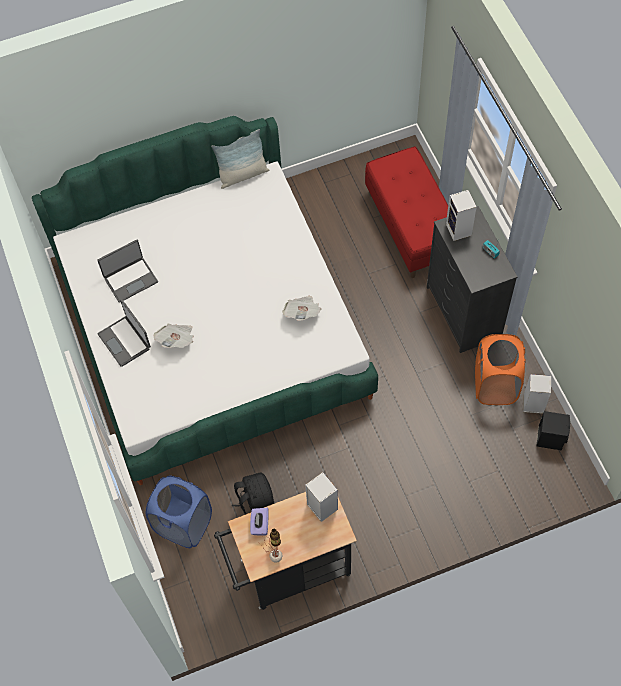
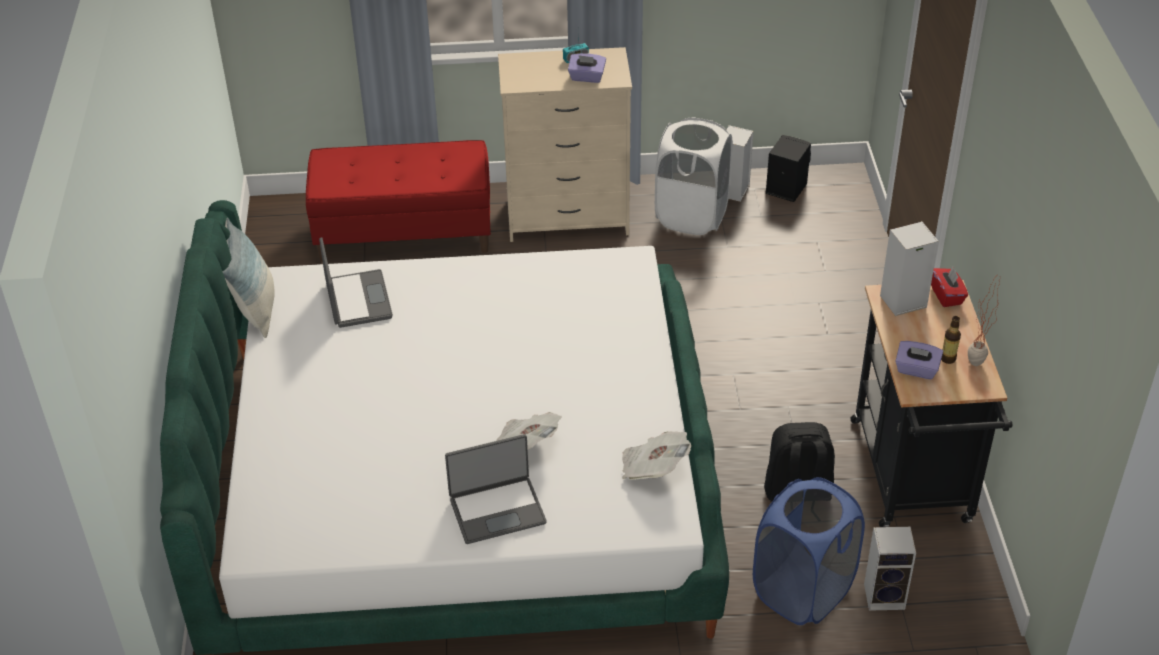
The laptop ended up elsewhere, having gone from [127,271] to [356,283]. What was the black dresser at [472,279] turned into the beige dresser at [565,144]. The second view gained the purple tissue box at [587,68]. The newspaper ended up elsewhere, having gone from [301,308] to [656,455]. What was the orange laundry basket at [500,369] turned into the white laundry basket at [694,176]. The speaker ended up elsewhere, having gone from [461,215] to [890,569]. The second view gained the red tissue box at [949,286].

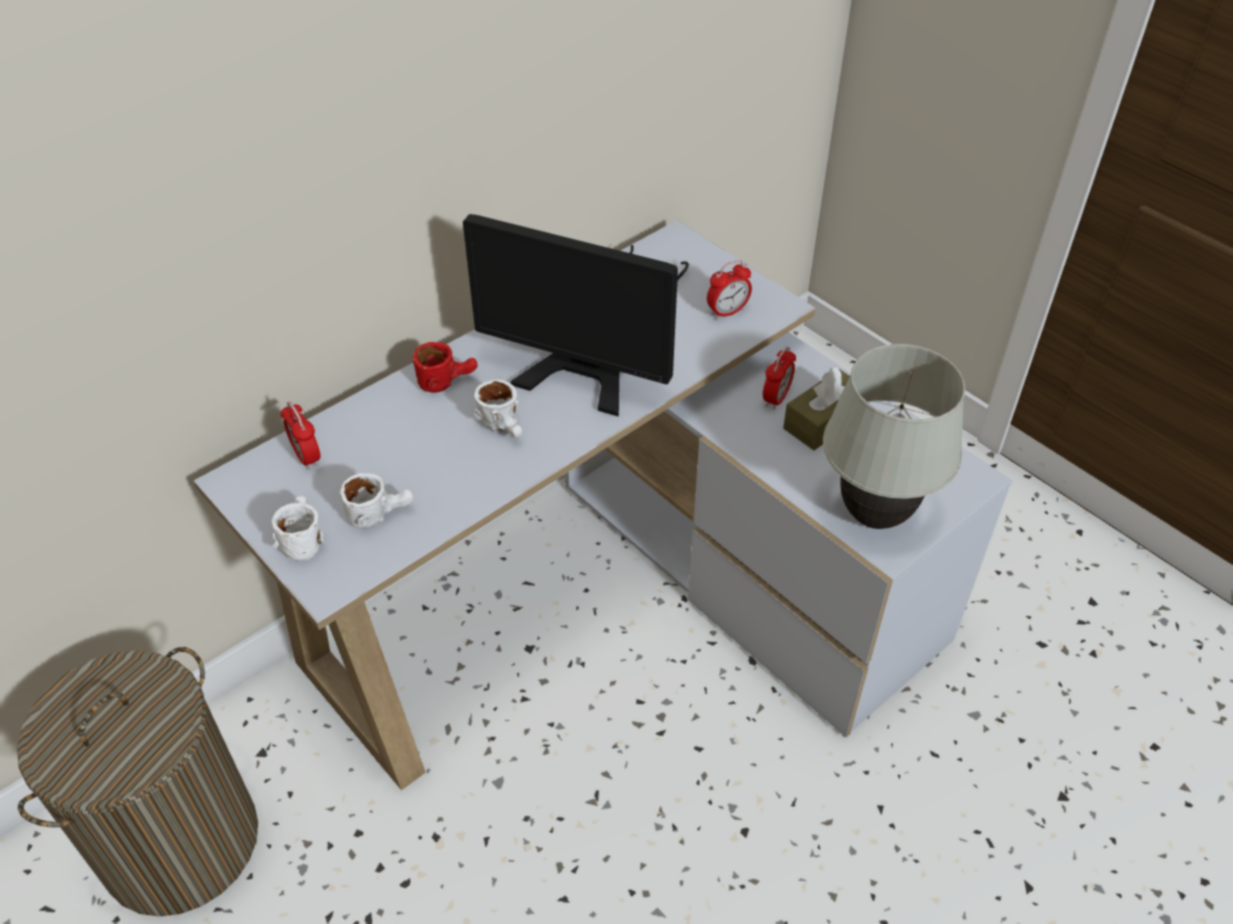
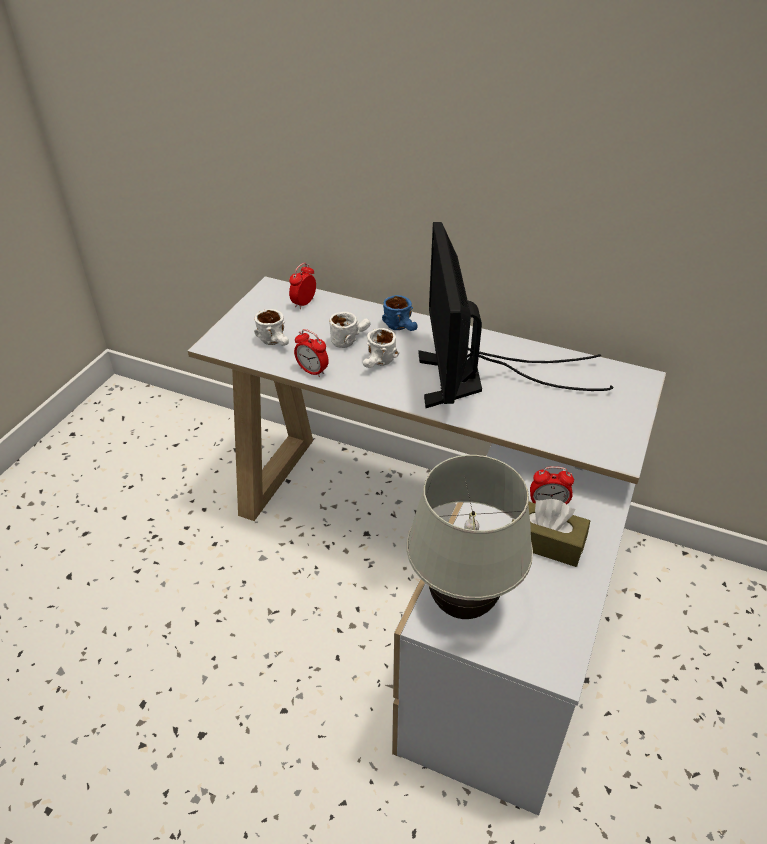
The alarm clock ended up elsewhere, having gone from [729,290] to [311,353]. The white mug ended up elsewhere, having gone from [297,528] to [350,330]. What was the red mug at [445,367] turned into the blue mug at [400,313]. The second view lost the laundry basket at [137,782].

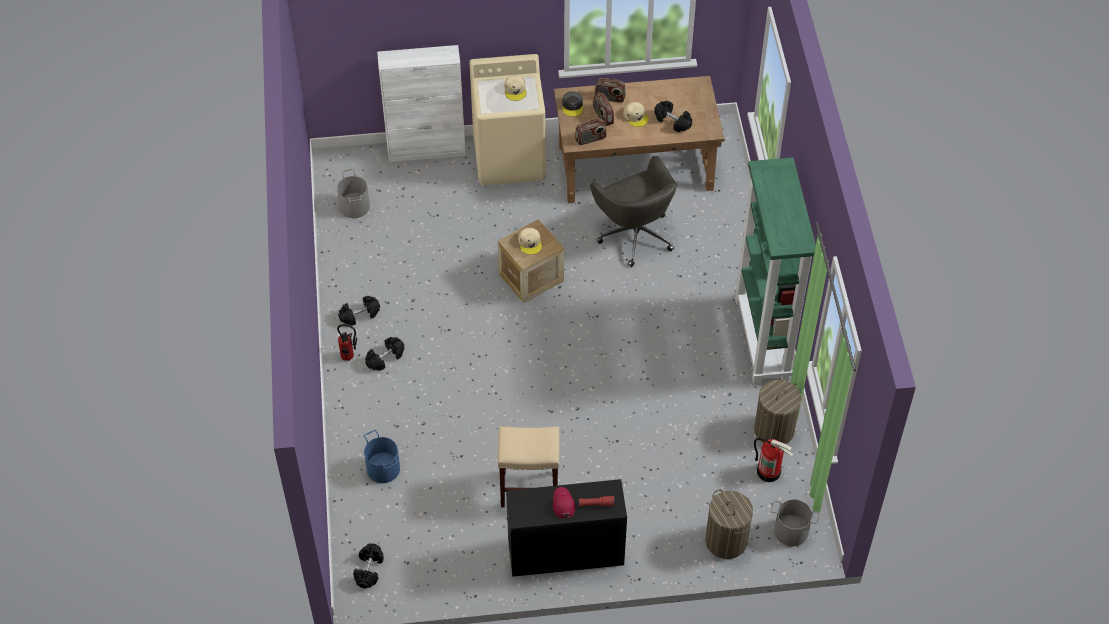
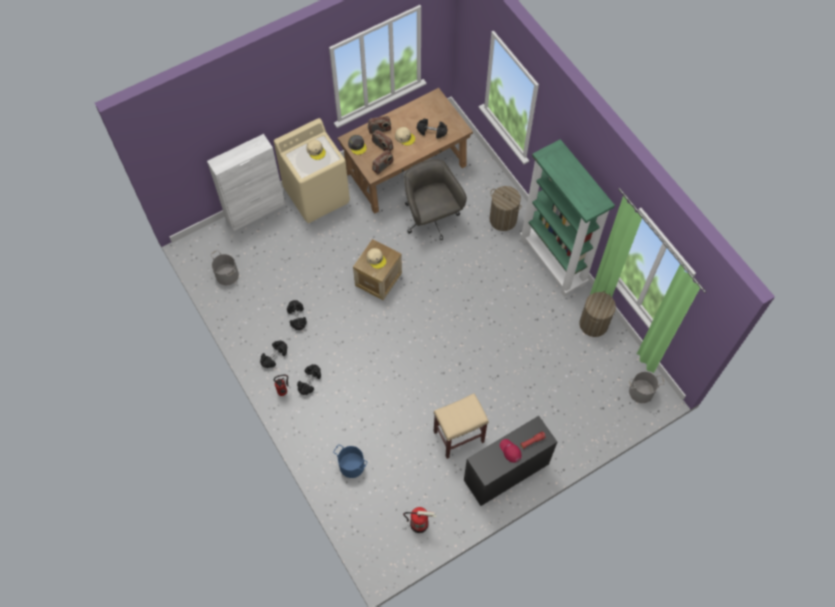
The black dumbbell ended up elsewhere, having gone from [368,565] to [297,315]. The fire extinguisher ended up elsewhere, having gone from [773,460] to [419,520]. The grey office chair at [633,211] ended up facing another way, 150 degrees counterclockwise from before. The laundry basket ended up elsewhere, having gone from [729,524] to [505,208].

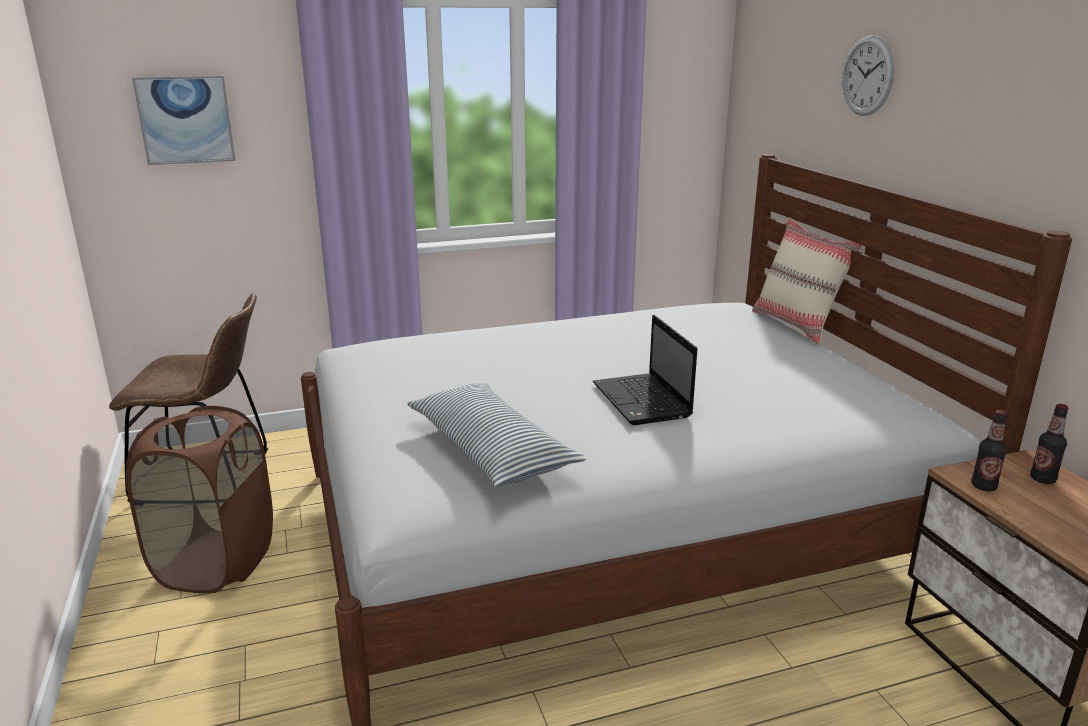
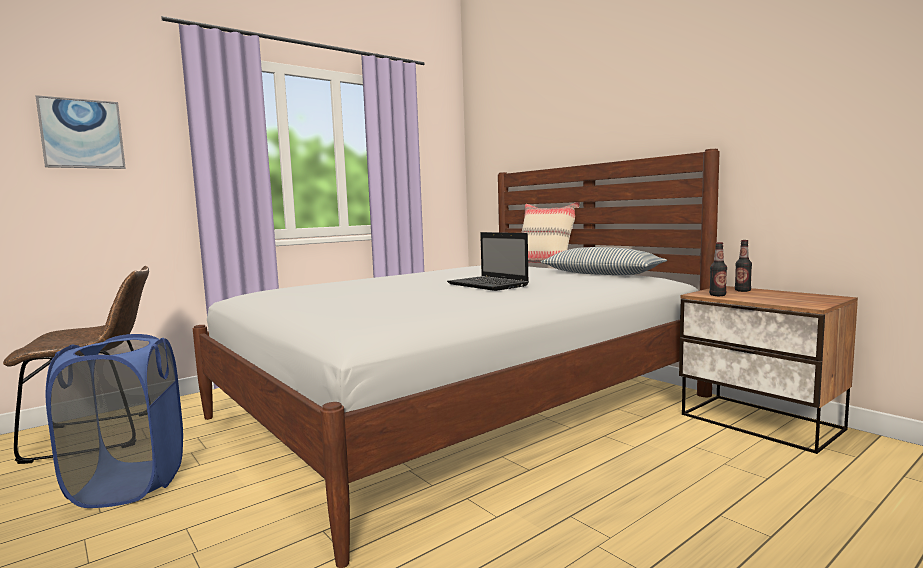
What was the brown laundry basket at [199,499] turned into the blue laundry basket at [114,421]. The pillow ended up elsewhere, having gone from [496,435] to [603,261]. The second view lost the wall clock at [868,75].

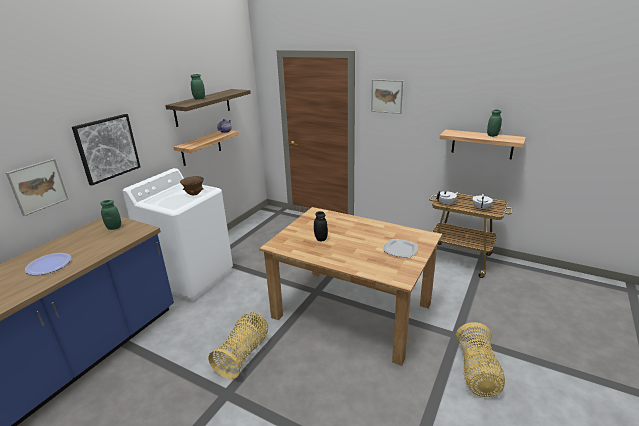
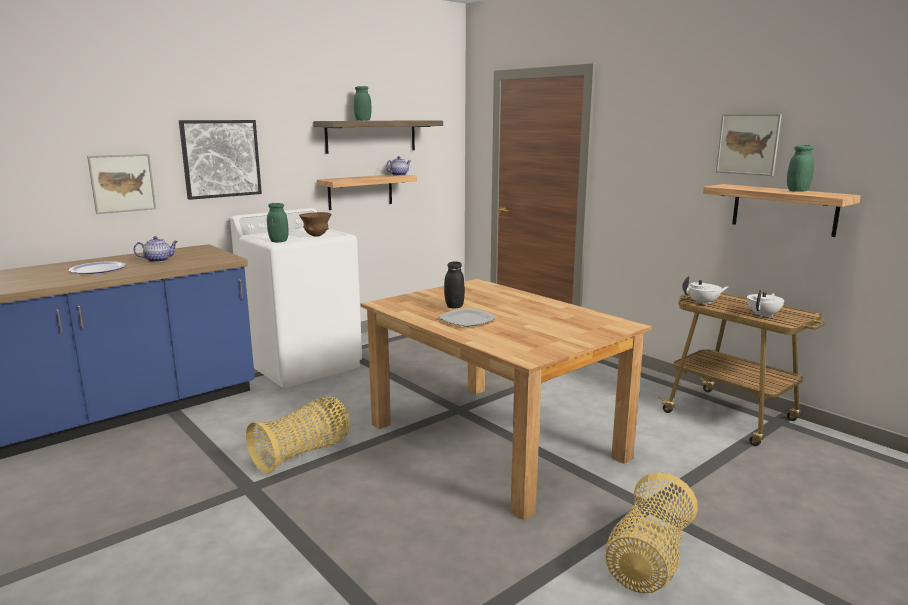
The second view gained the teapot at [156,249]. The green jar ended up elsewhere, having gone from [110,215] to [278,222]. The plate ended up elsewhere, having gone from [400,248] to [468,317]. The picture ended up elsewhere, having gone from [387,96] to [749,145].

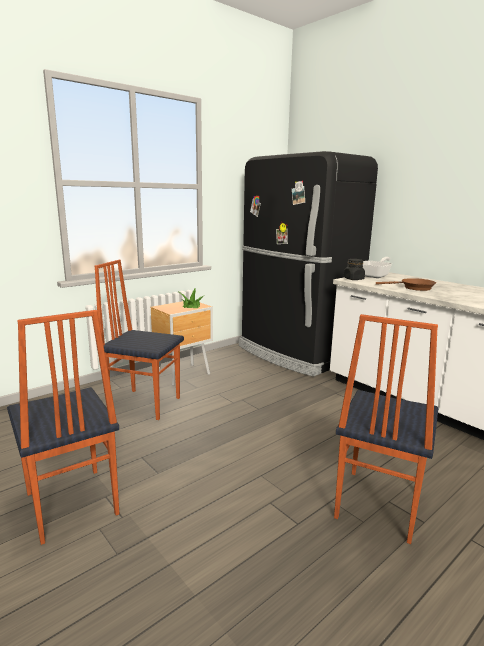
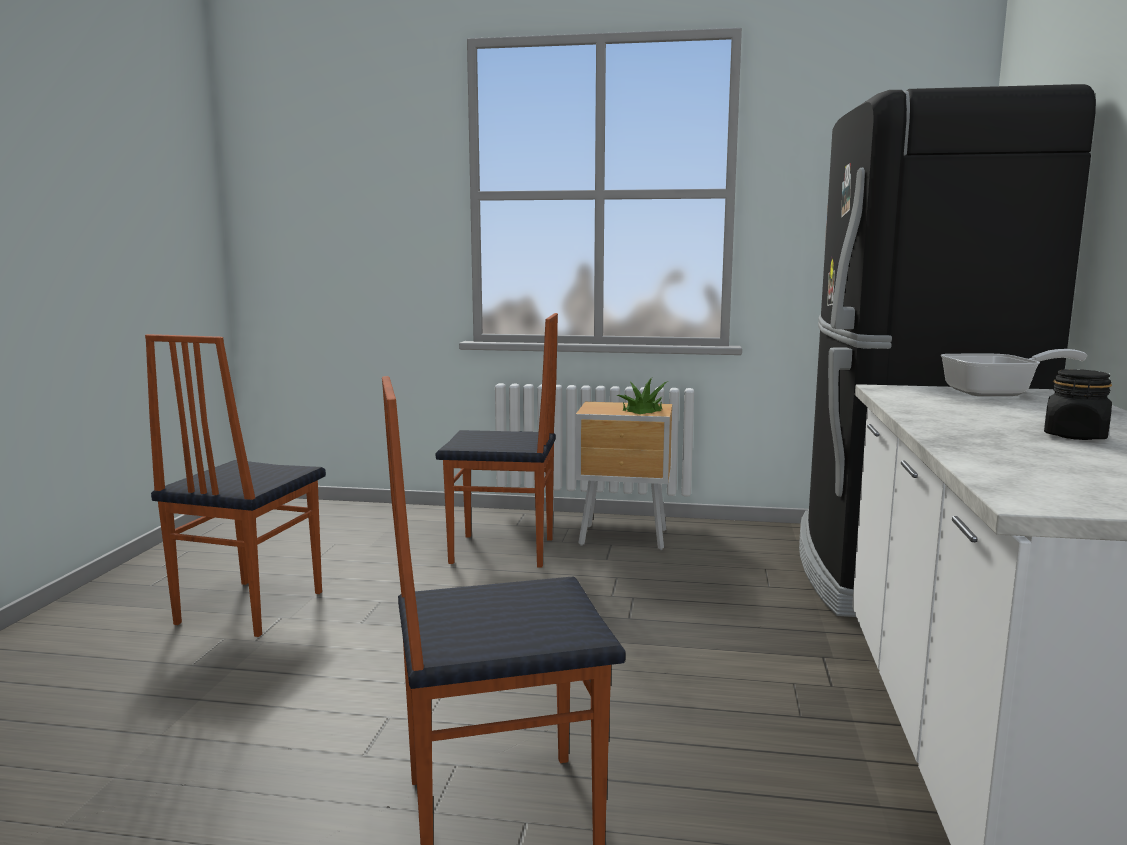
The chair at [139,340] ended up facing another way, 120 degrees clockwise from before. The black jar ended up elsewhere, having gone from [354,269] to [1078,404]. The second view lost the brown frying pan at [406,284].

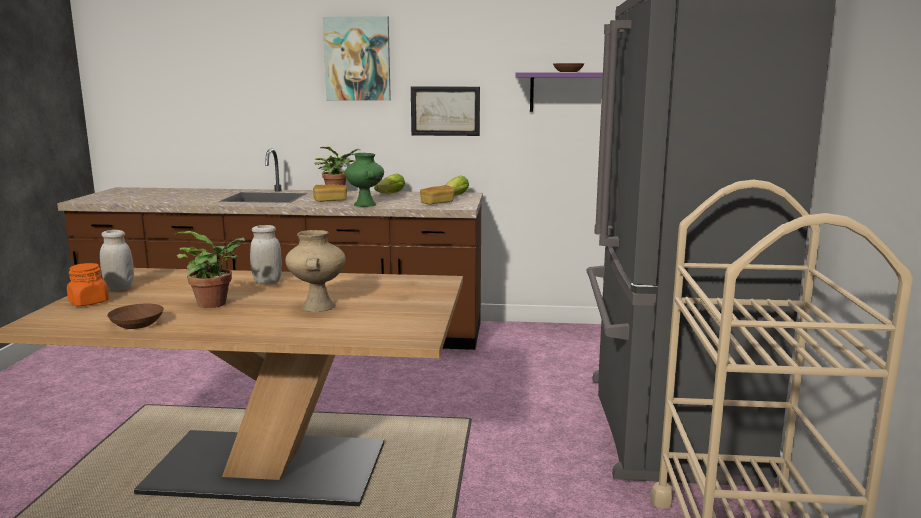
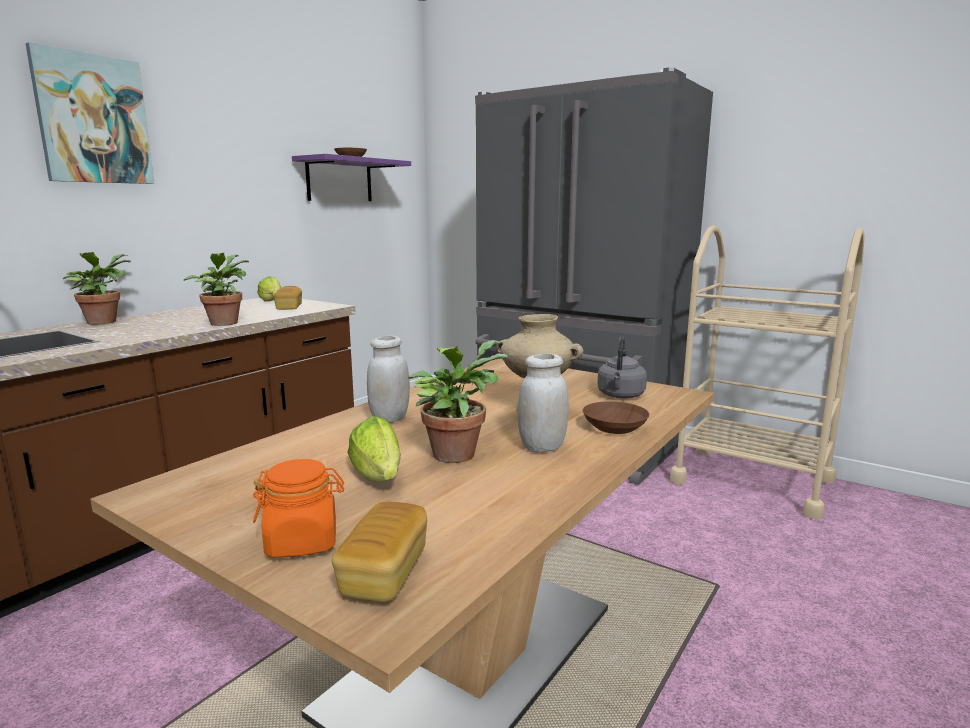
Where the green vase stood at [364,180], the potted plant came to stand at [216,289]. The bread ended up elsewhere, having gone from [330,193] to [379,552]. The lettuce ended up elsewhere, having gone from [389,184] to [374,449]. The white jar ended up elsewhere, having gone from [117,260] to [543,402]. The brown bowl ended up elsewhere, having gone from [135,316] to [616,417]. The second view gained the grey kettle at [622,367]. The second view lost the picture at [445,111].

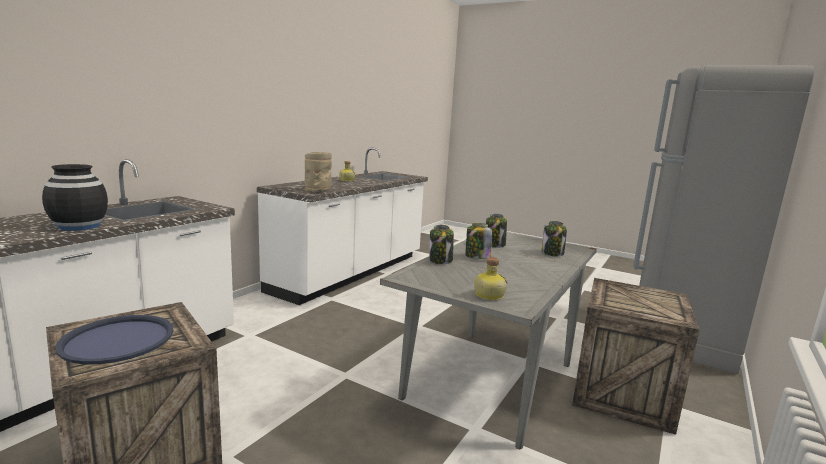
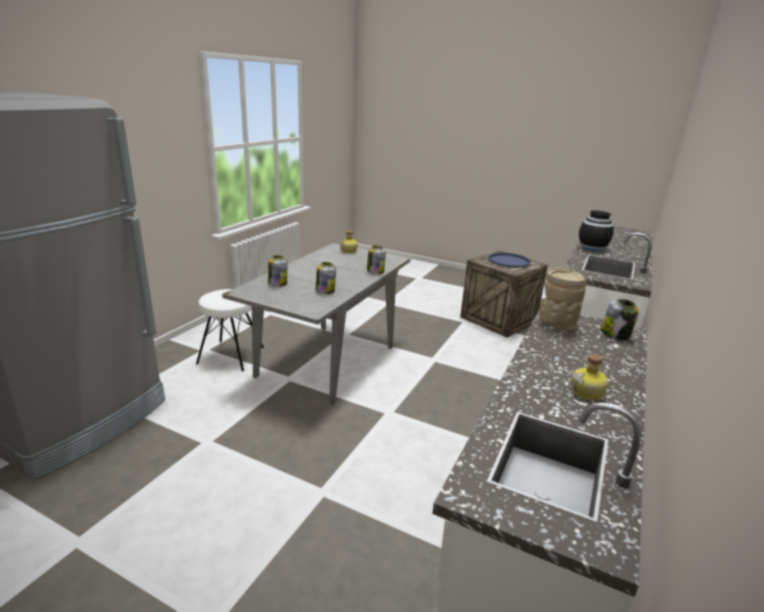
Where the crate stood at [636,356], the white stool came to stand at [230,330]. The jar ended up elsewhere, having gone from [478,241] to [620,319].

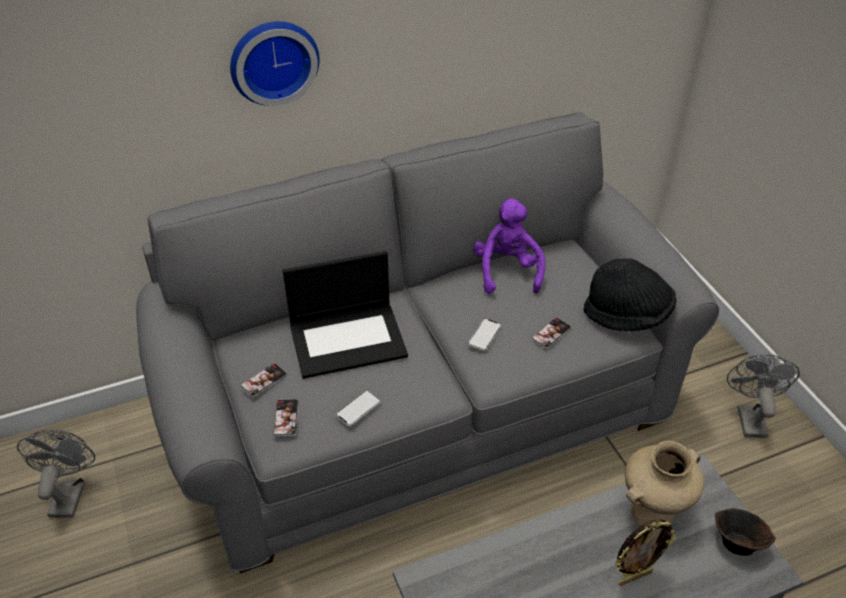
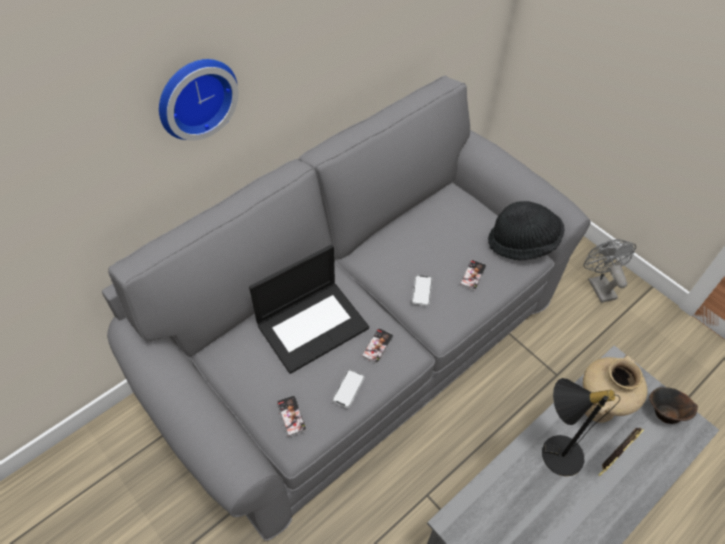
The phone ended up elsewhere, having gone from [264,380] to [378,346]. The second view gained the black table lamp at [581,427]. The second view lost the grey fan at [56,473]. The second view lost the purple plush toy at [509,246].

